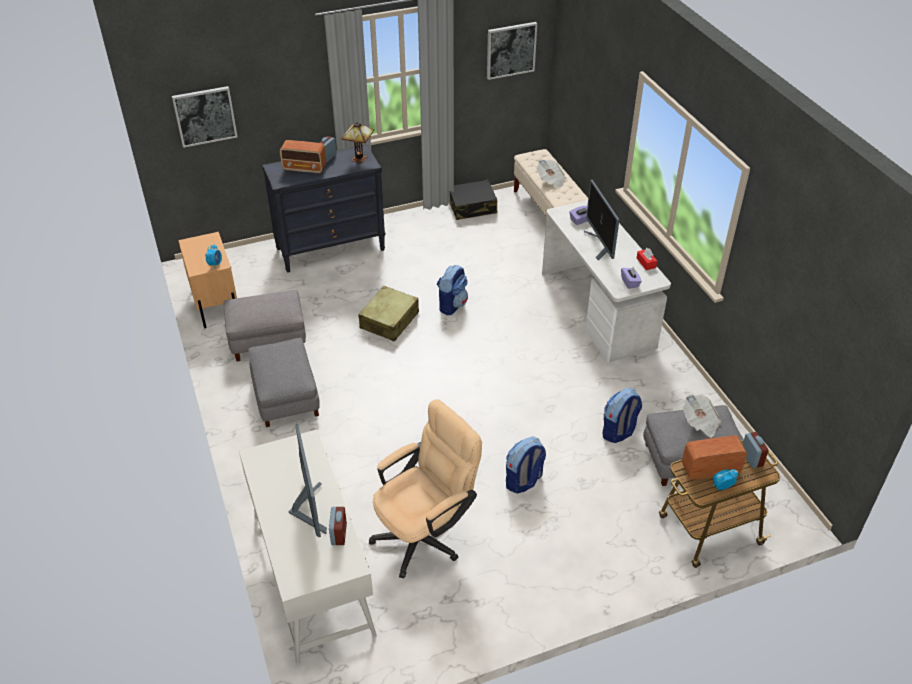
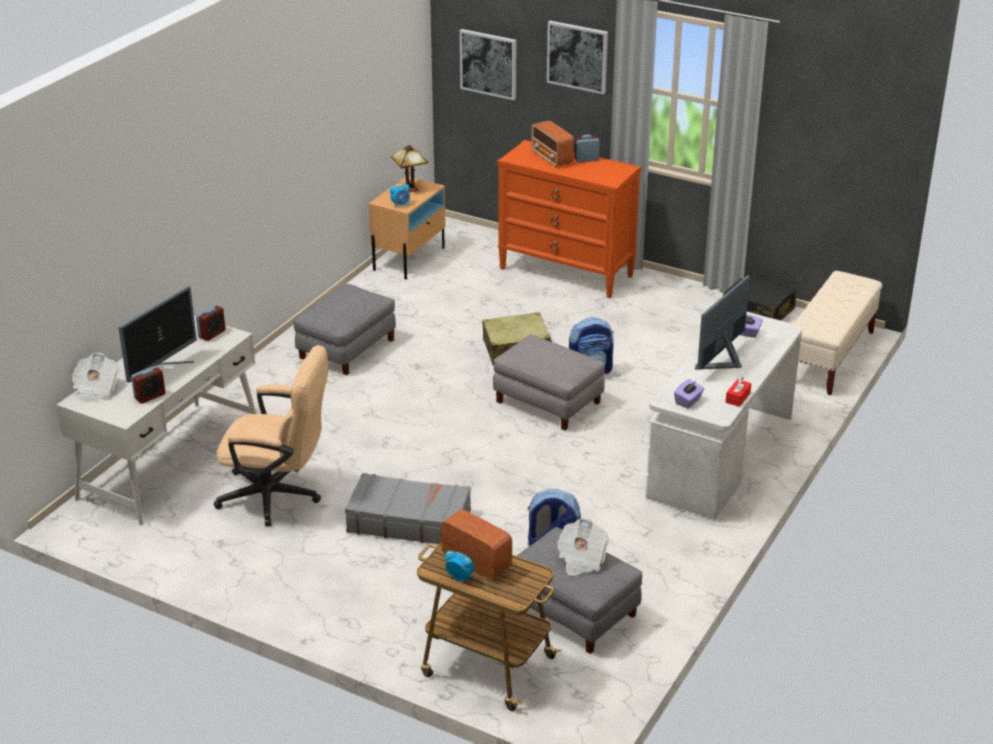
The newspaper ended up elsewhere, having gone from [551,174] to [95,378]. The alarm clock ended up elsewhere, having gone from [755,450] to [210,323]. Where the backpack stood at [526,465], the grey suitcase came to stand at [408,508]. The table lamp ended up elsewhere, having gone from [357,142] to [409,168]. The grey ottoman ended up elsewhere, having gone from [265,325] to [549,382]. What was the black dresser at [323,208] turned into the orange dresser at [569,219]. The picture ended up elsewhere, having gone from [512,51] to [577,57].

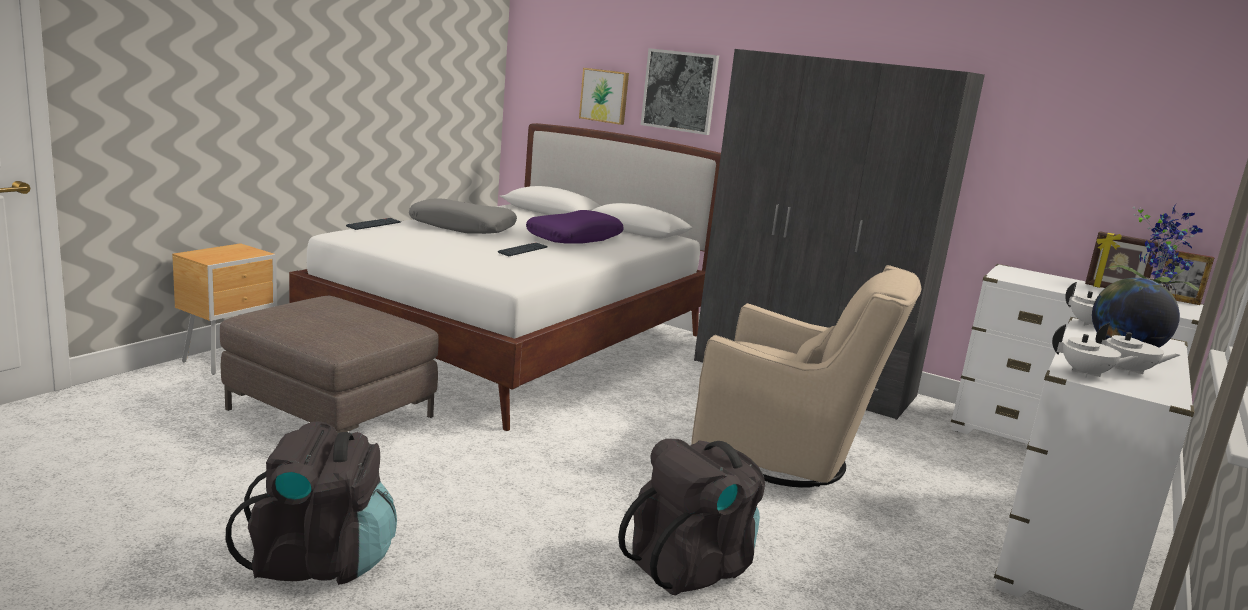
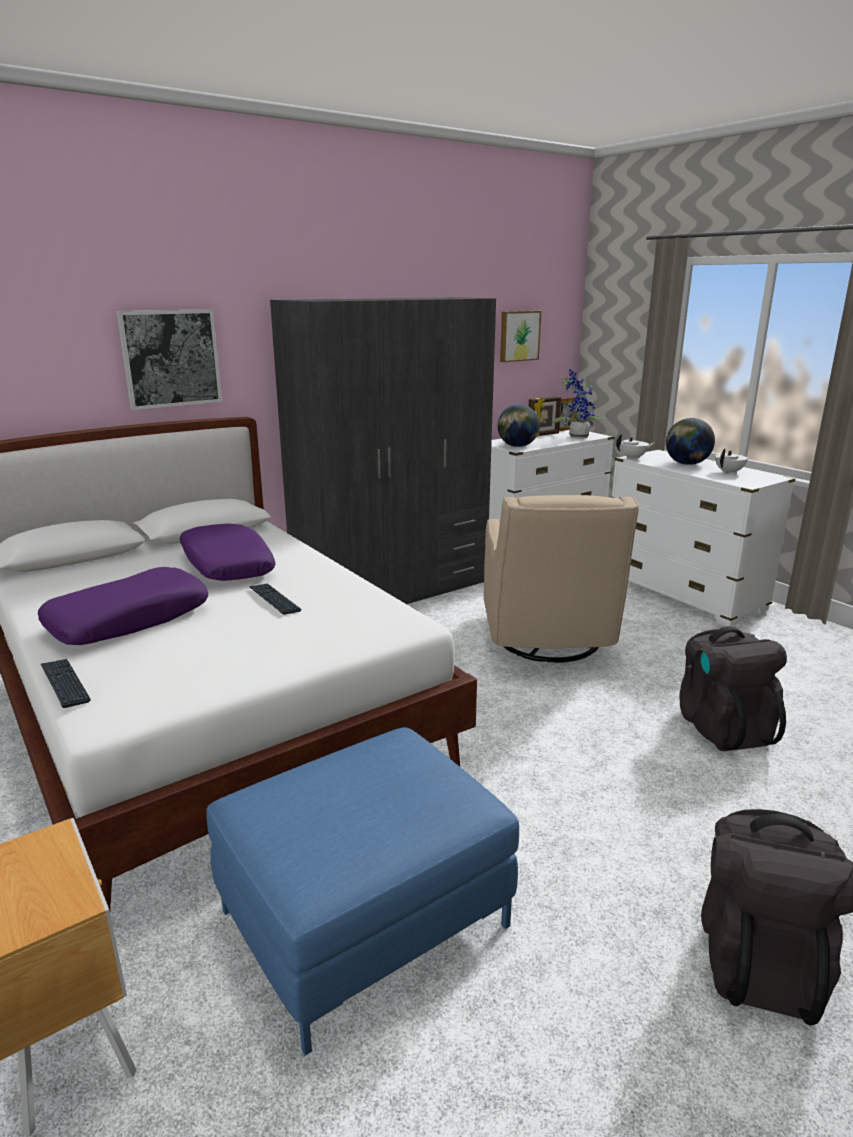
What was the grey pillow at [463,216] turned into the purple pillow at [123,606]. What was the brown ottoman at [329,364] turned into the blue ottoman at [362,891]. The beige armchair at [806,376] ended up facing another way, 135 degrees clockwise from before. The second view gained the globe at [519,425]. The picture ended up elsewhere, having gone from [604,96] to [520,336]. The second view lost the white teapot at [1095,351].

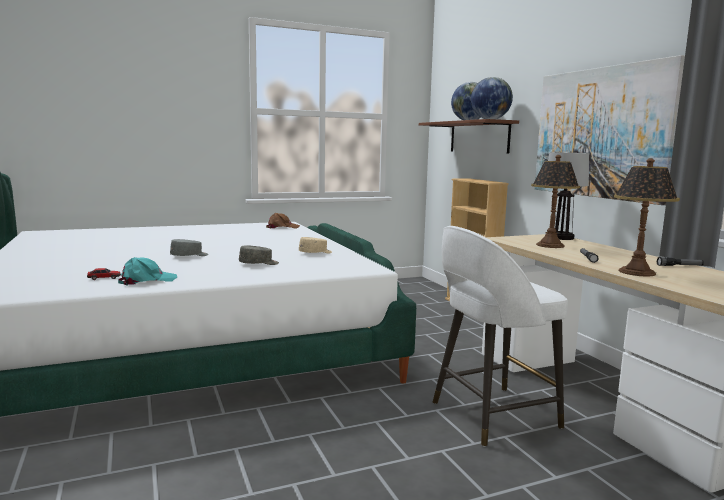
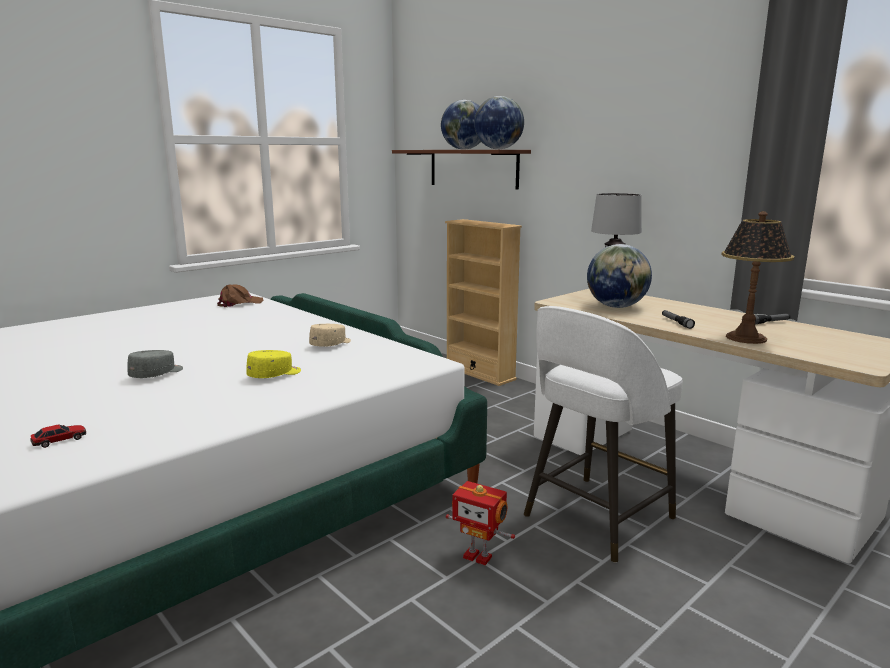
What was the grey cap at [259,255] turned into the yellow cap at [273,364]. The second view gained the toy robot at [480,523]. Where the table lamp stood at [555,201], the globe came to stand at [619,276]. The second view lost the turquoise cap at [147,271]. The second view lost the picture at [609,130].

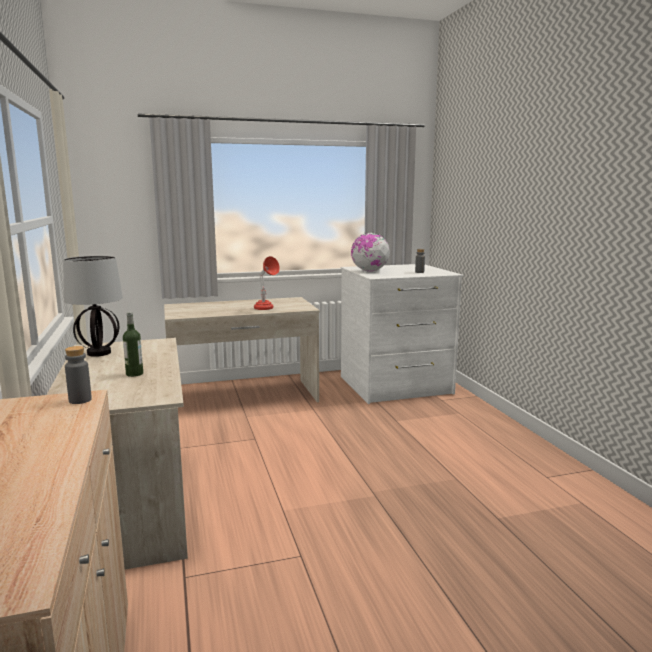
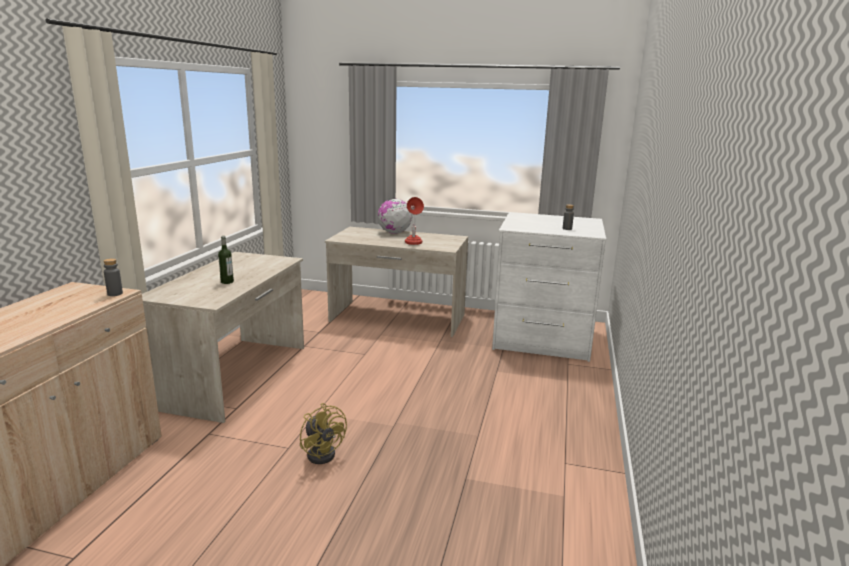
The second view gained the yellow fan at [323,433]. The globe ended up elsewhere, having gone from [370,252] to [394,216]. The second view lost the table lamp at [93,306].

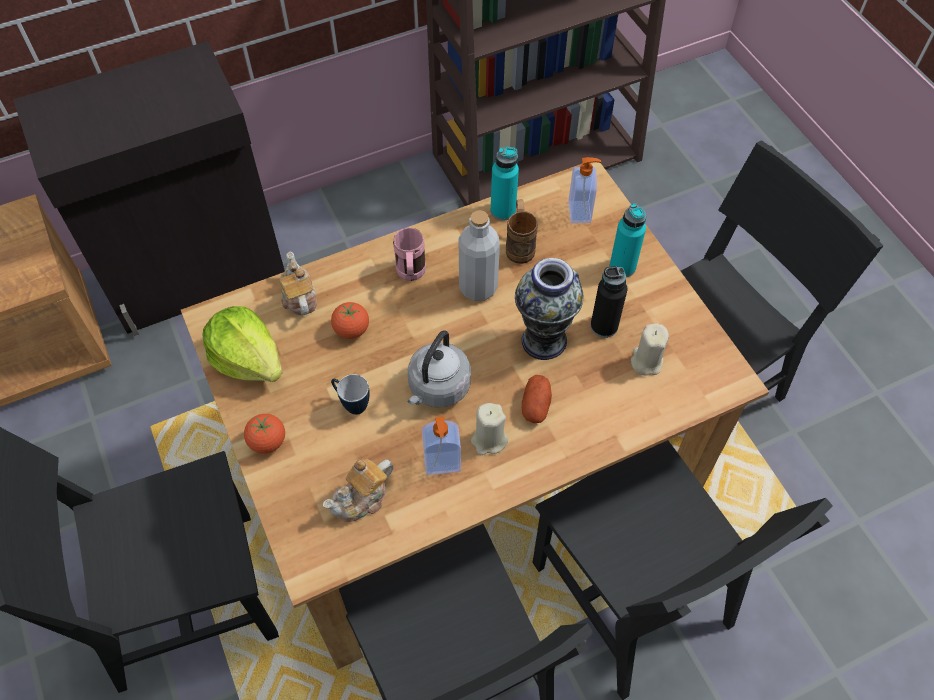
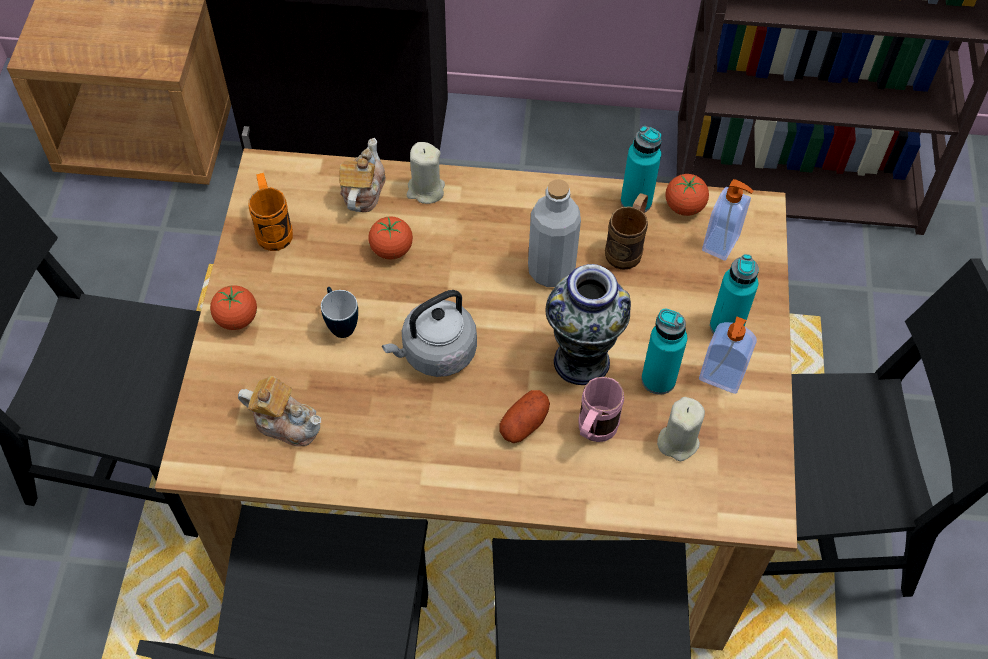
The teapot at [358,490] ended up facing another way, 150 degrees counterclockwise from before. Where the lettuce stood at [243,344], the orange mug came to stand at [271,212]. The beige candle ended up elsewhere, having gone from [489,429] to [426,173]. The pink mug ended up elsewhere, having gone from [409,254] to [601,409]. What was the black bottle at [609,302] turned into the turquoise bottle at [664,352]. The second view gained the tomato at [687,195]. The soap dispenser ended up elsewhere, having gone from [441,446] to [728,355].

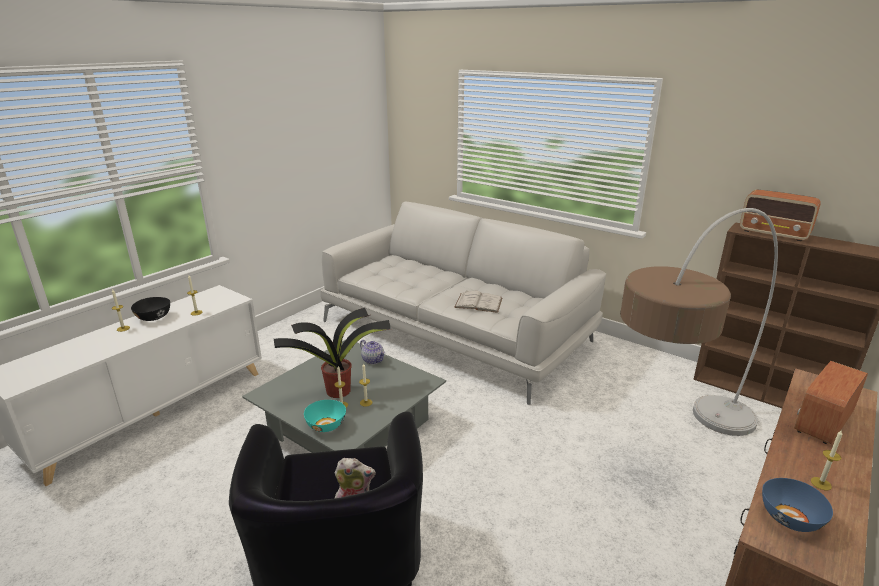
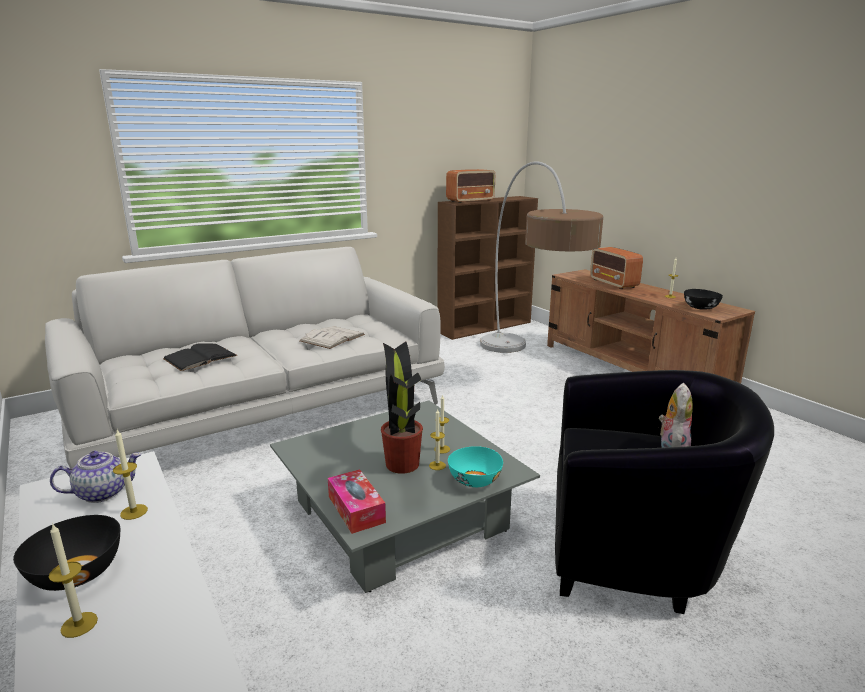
The teapot ended up elsewhere, having gone from [372,352] to [95,477]. The second view gained the black book at [200,357]. The second view gained the tissue box at [357,501]. What was the blue bowl at [797,505] turned into the black bowl at [703,299].

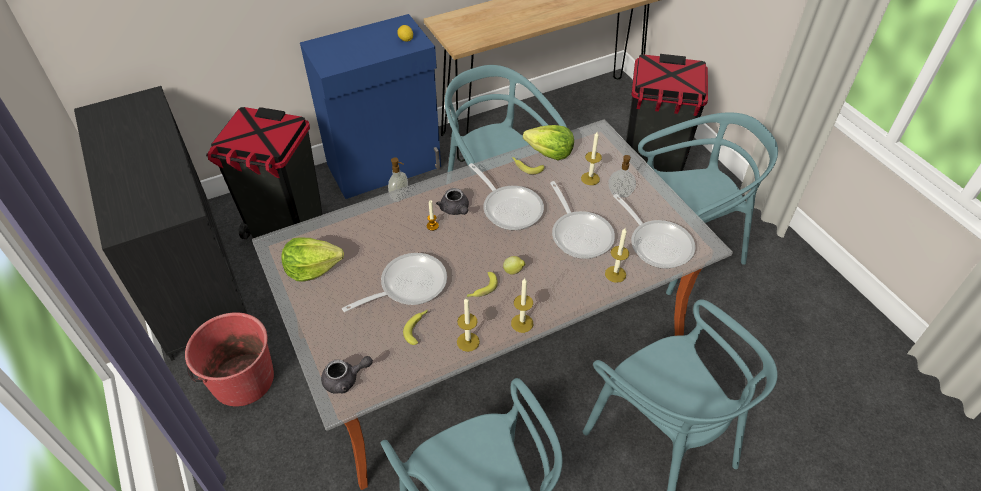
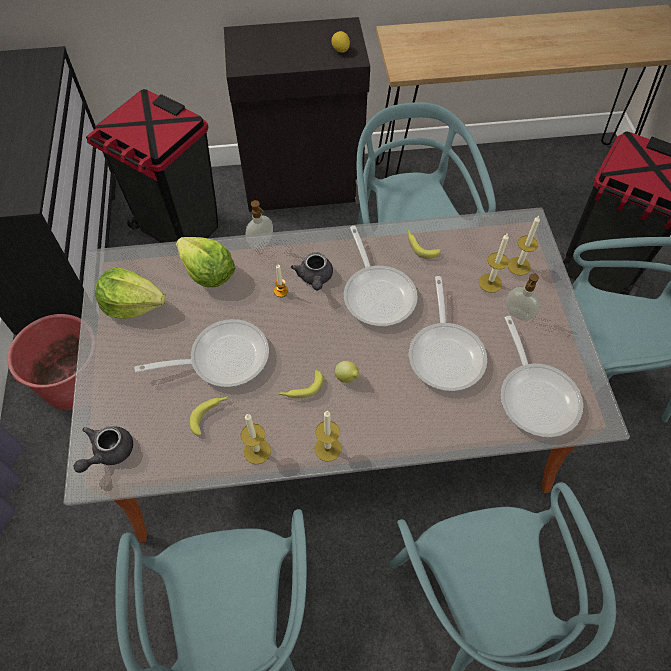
The grey teapot at [347,375] ended up facing another way, 120 degrees clockwise from before. The lettuce ended up elsewhere, having gone from [548,142] to [205,262]. What was the blue cabinet at [370,106] turned into the black cabinet at [297,114]. The candle ended up elsewhere, having gone from [617,255] to [524,246].

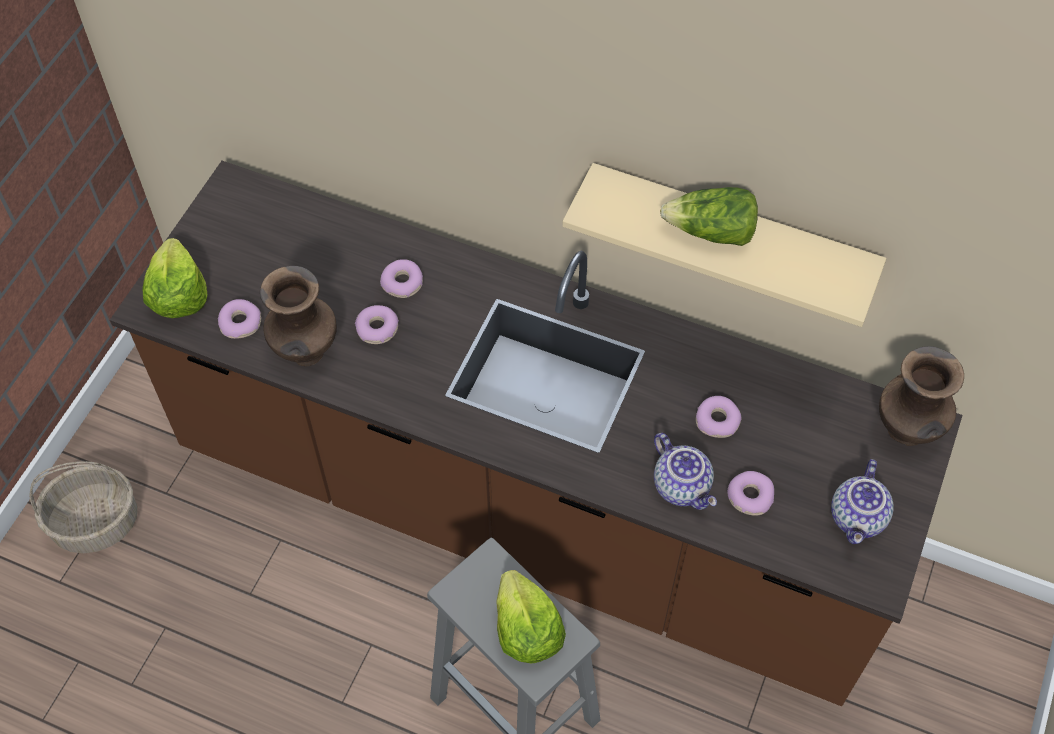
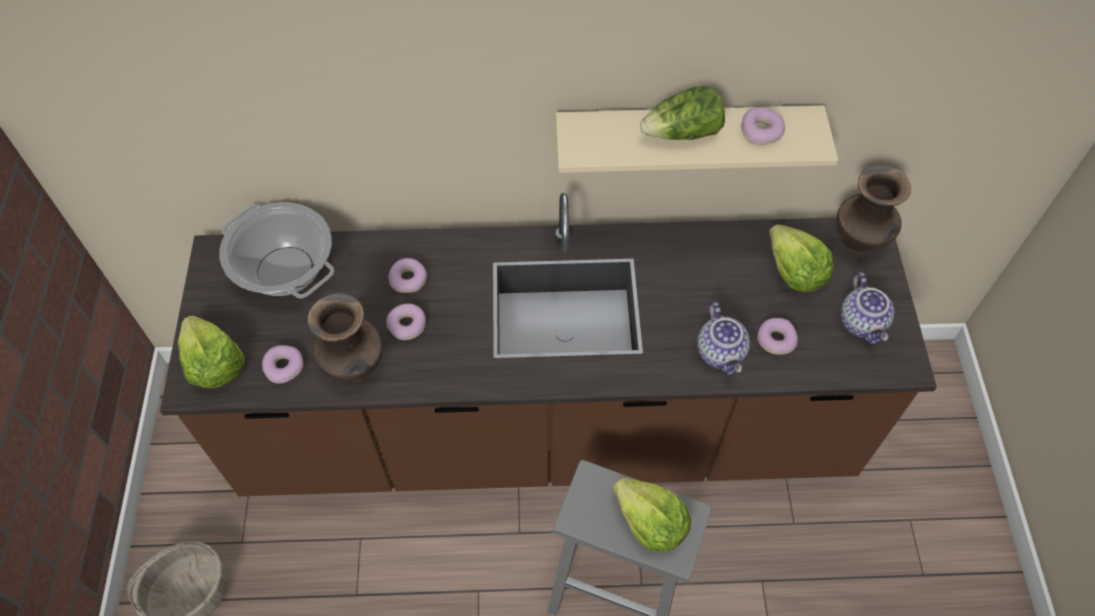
The second view gained the cooking pot at [276,250]. The teapot at [685,471] ended up facing another way, 45 degrees clockwise from before. The donut ended up elsewhere, having gone from [719,417] to [763,126]. The second view gained the lettuce at [801,258].

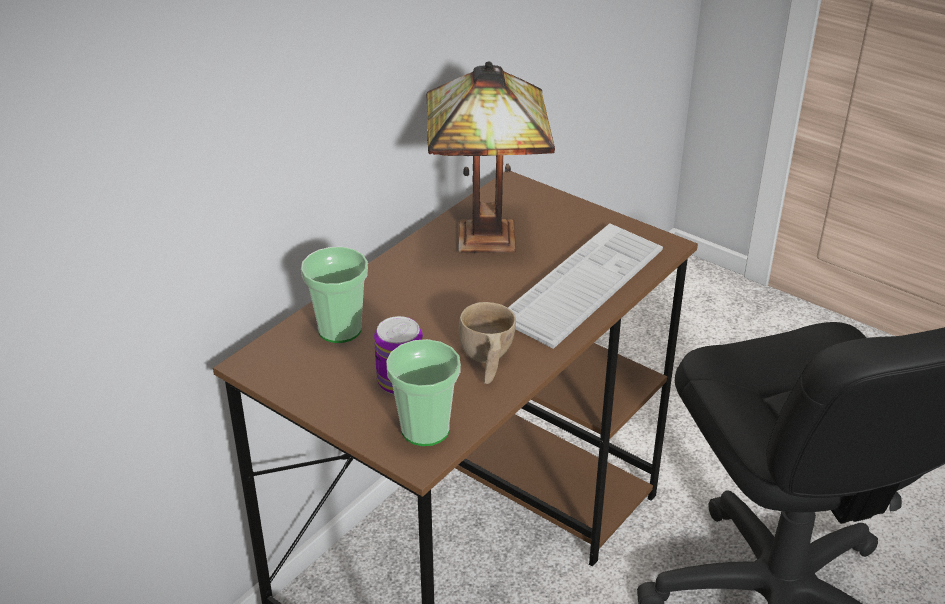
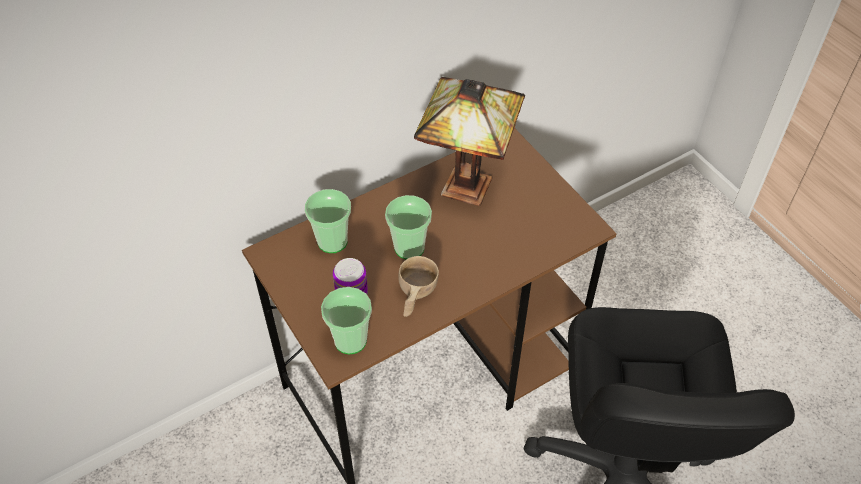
The second view gained the cup at [408,227]. The second view lost the keyboard at [585,286].

